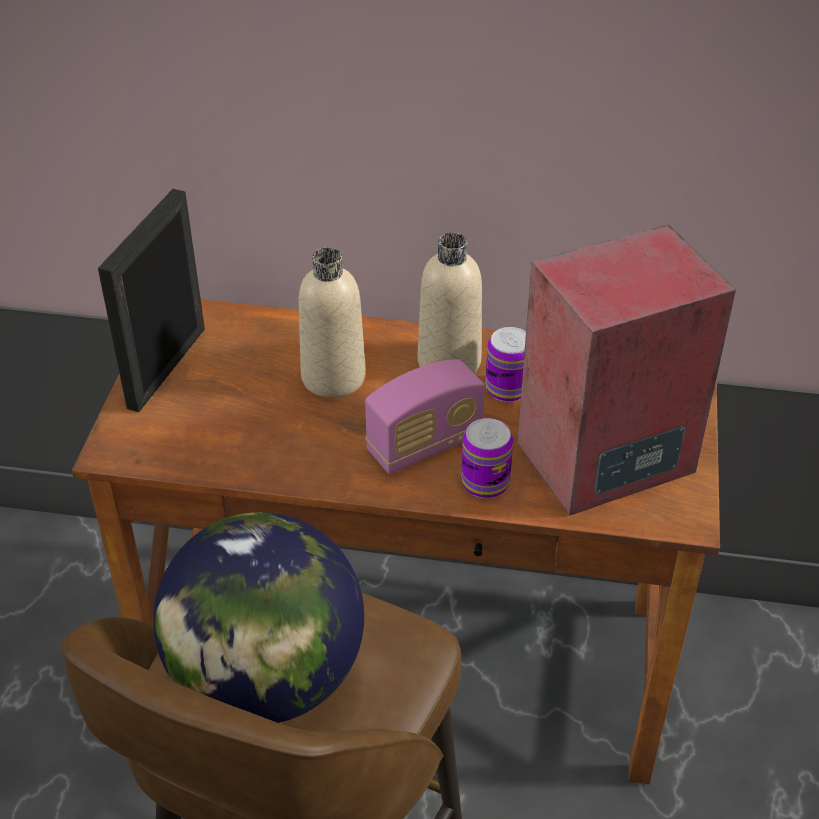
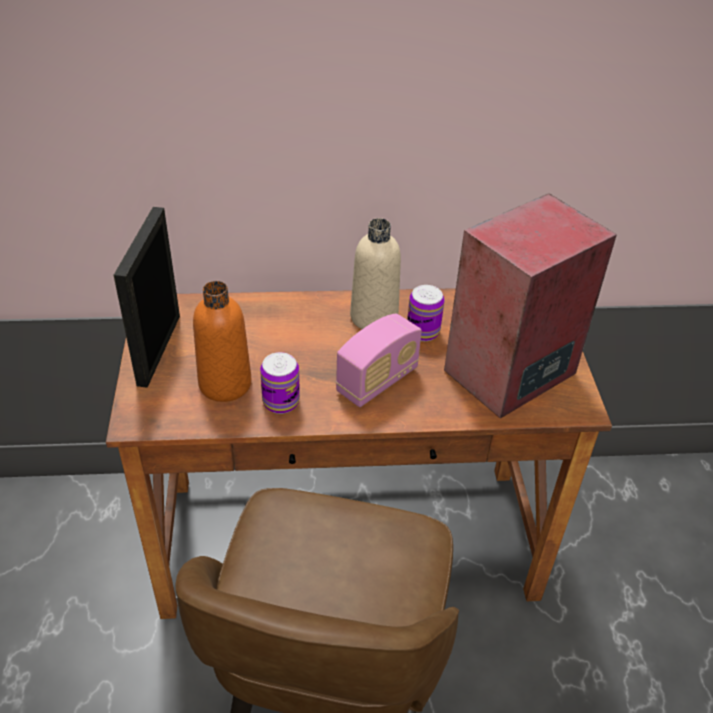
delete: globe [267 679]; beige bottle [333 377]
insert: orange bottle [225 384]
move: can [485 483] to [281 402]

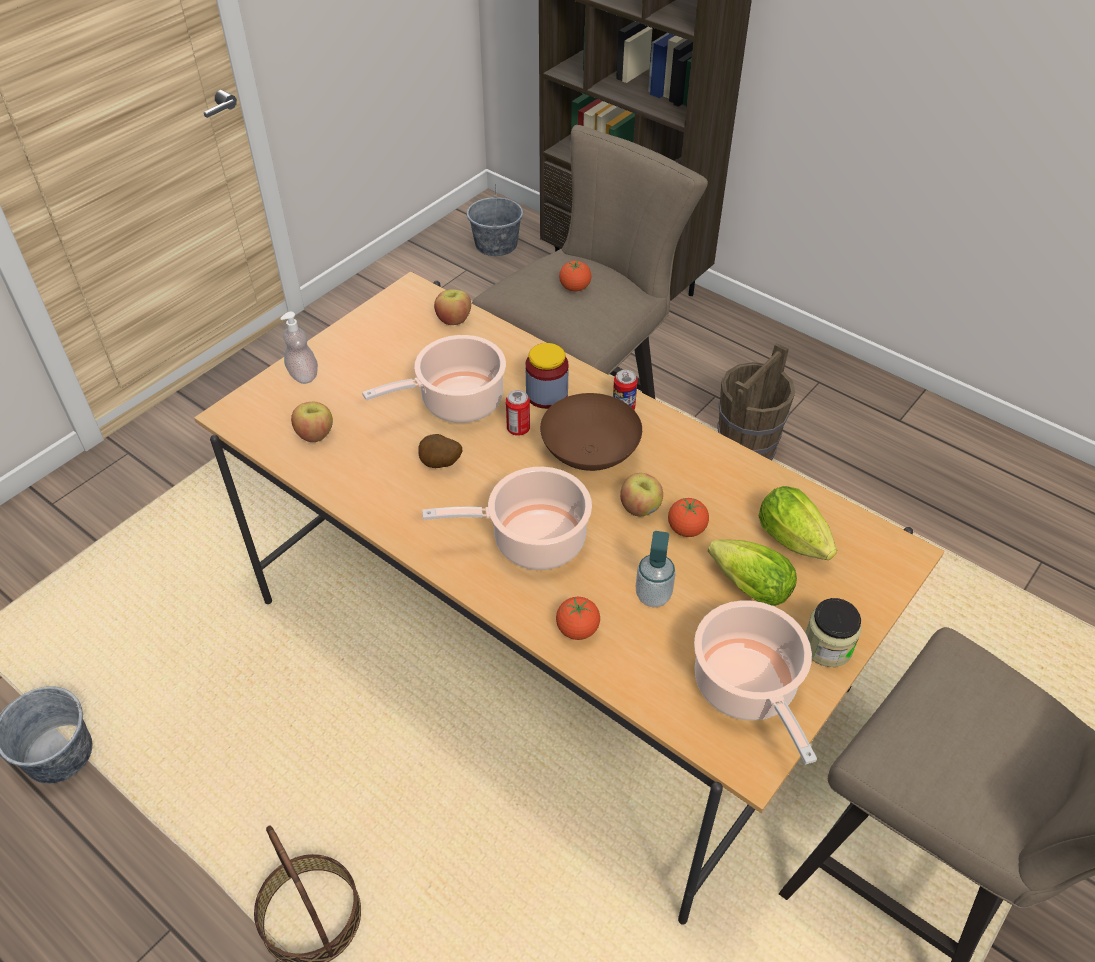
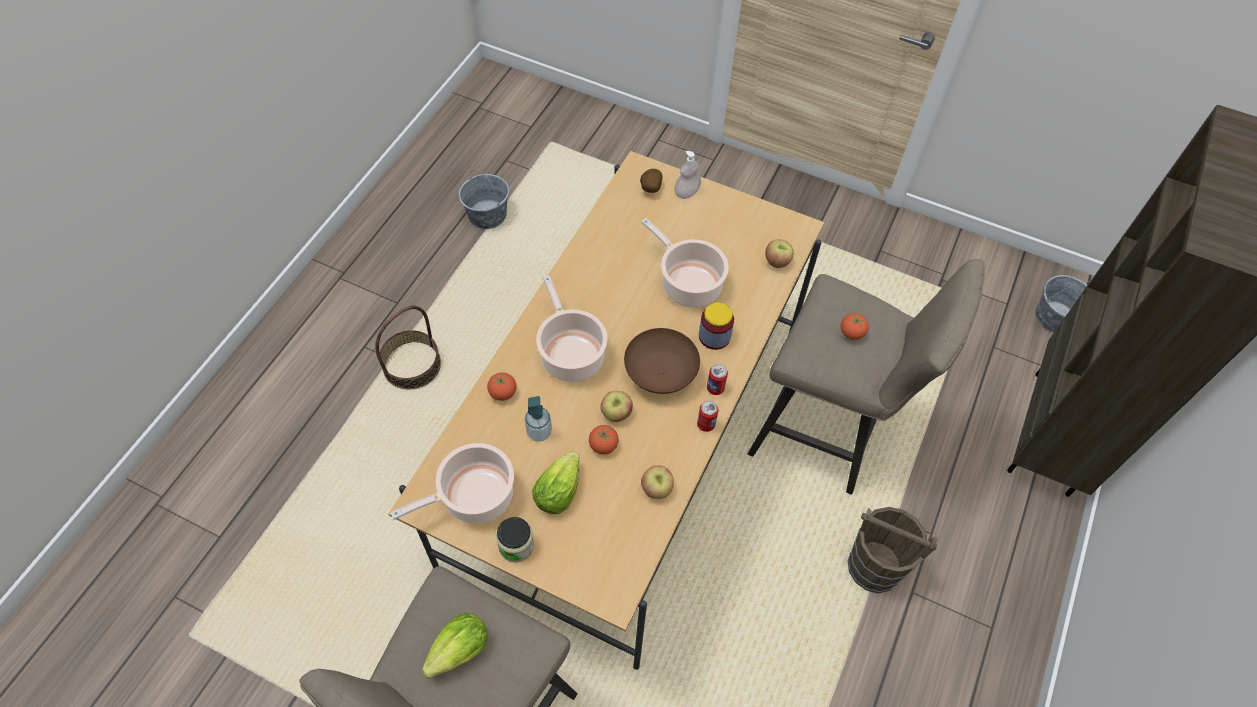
move: lettuce [796 543] to [456 653]; potato [440 465] to [650 189]; apple [315 434] to [656 489]; can [518 429] to [706 424]

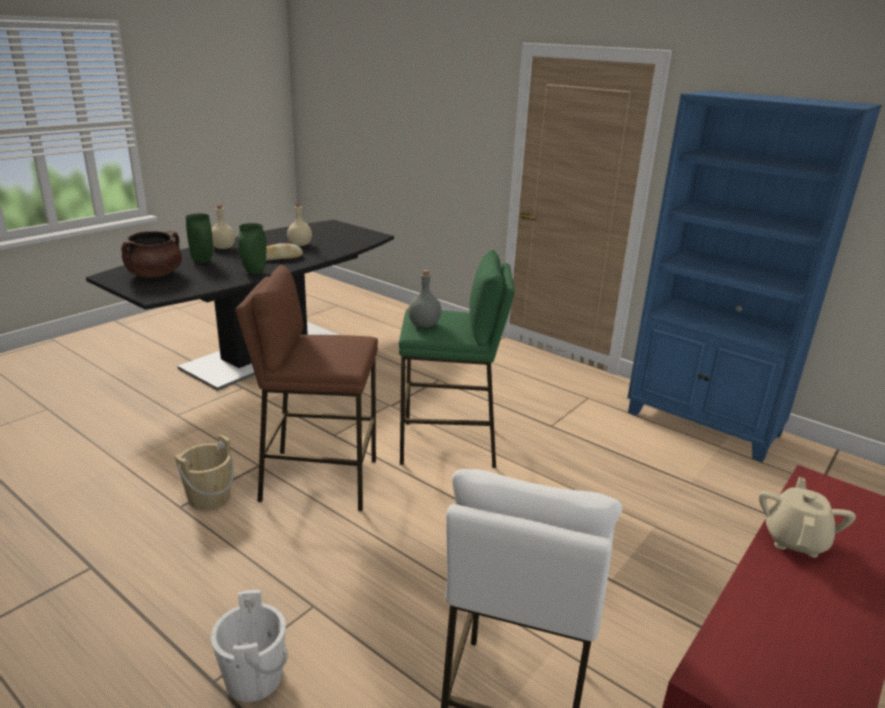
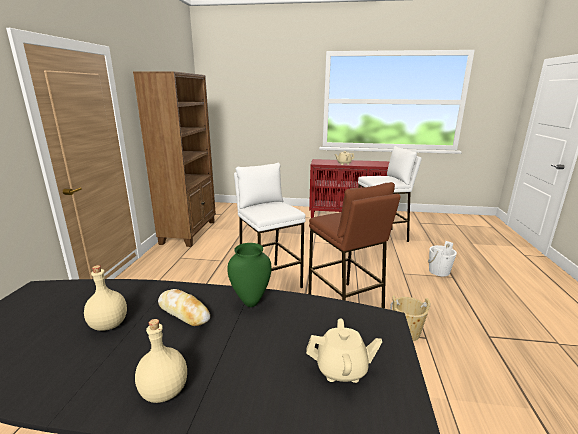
delete: green vase [202 261]; grey bottle [424 325]
replace: brown cooking pot [155 275] to beige teapot [342 369]
recolor: blue bookcase [703 424] to brown bookcase [189 232]; green stool [449 445] to white stool [269 280]

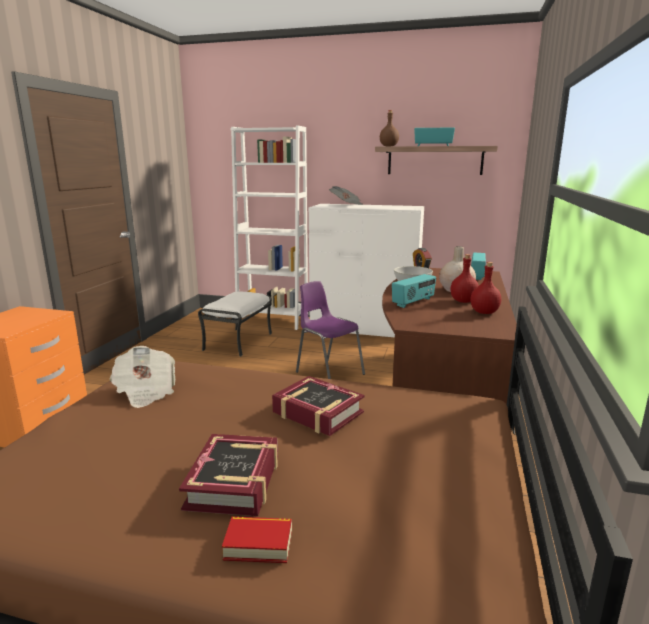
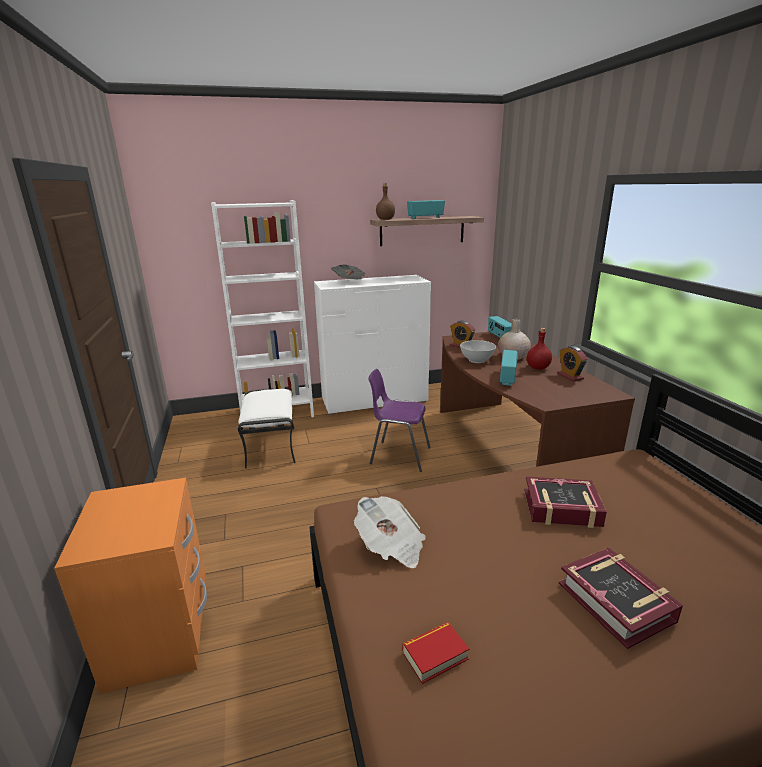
move: book [258 544] to [435 655]
replace: red bottle [484 312] to alarm clock [570 376]

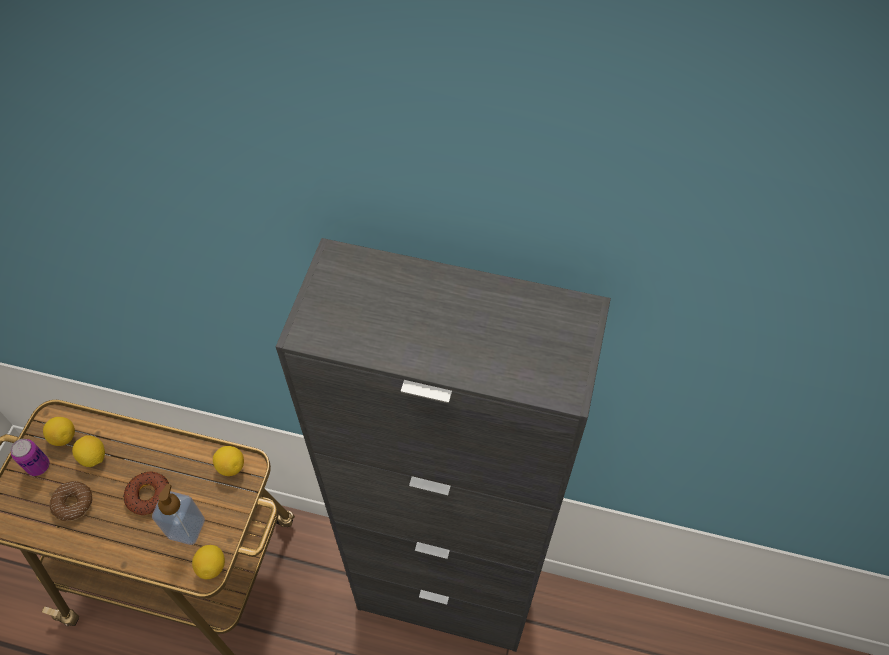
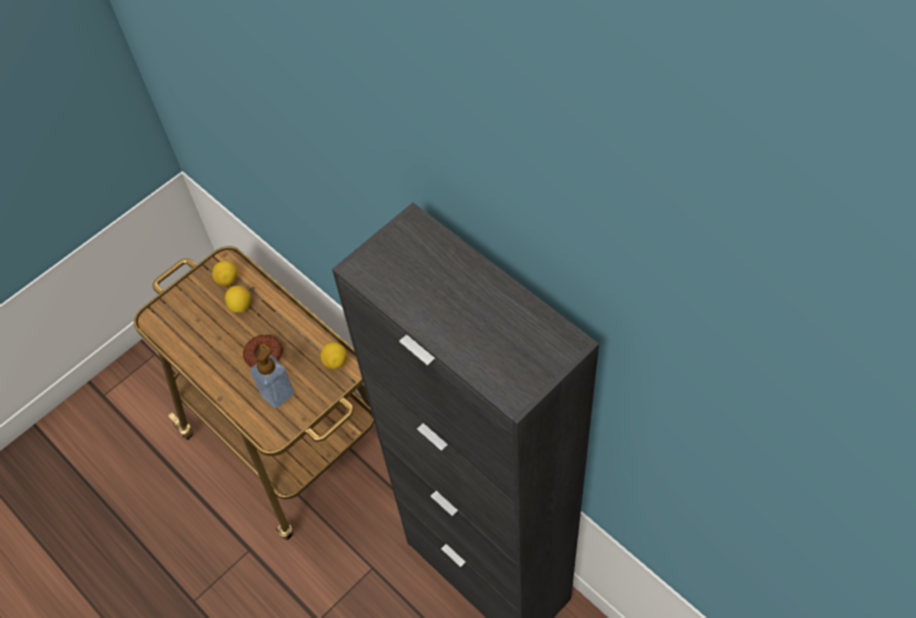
delete: can [38 466]; donut [73 503]; lemon [212 566]

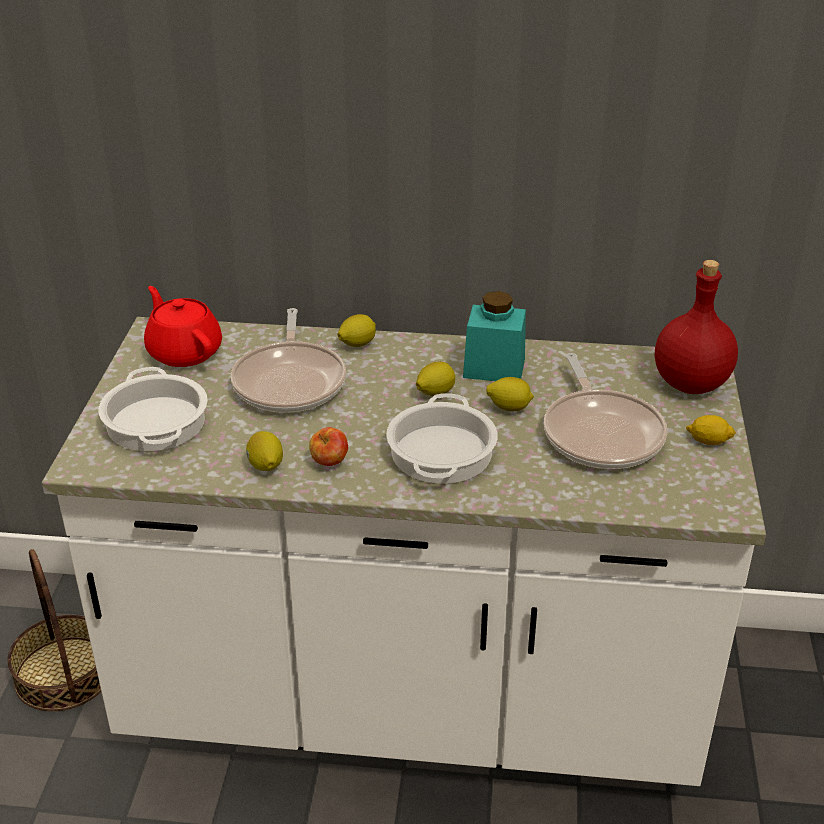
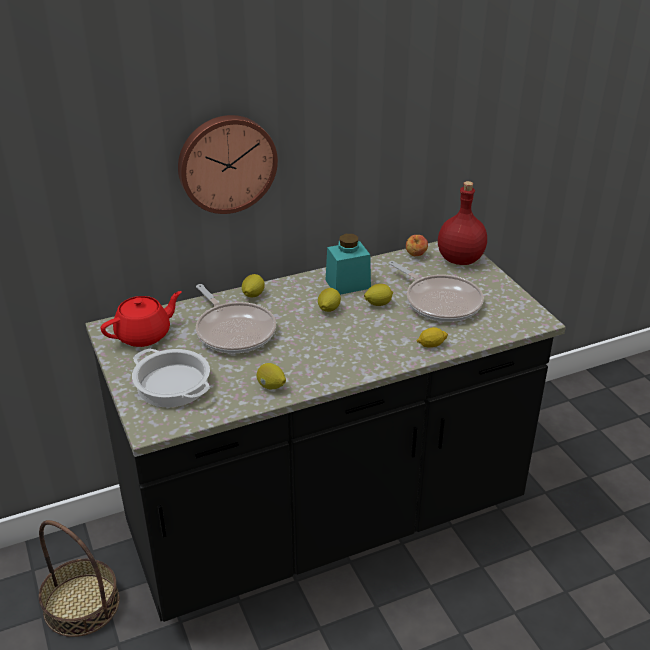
delete: cooking pot [442 453]
insert: wall clock [226 163]
move: apple [330 463] to [416 255]; lemon [708 441] to [431 345]
recolor: white counter [412 699] to black counter [325 520]
rotate: red teapot [184 352] = [144 335] 120 degrees clockwise

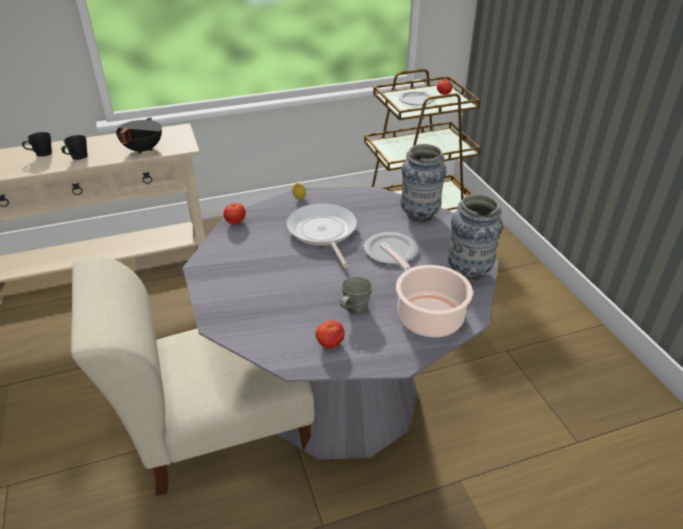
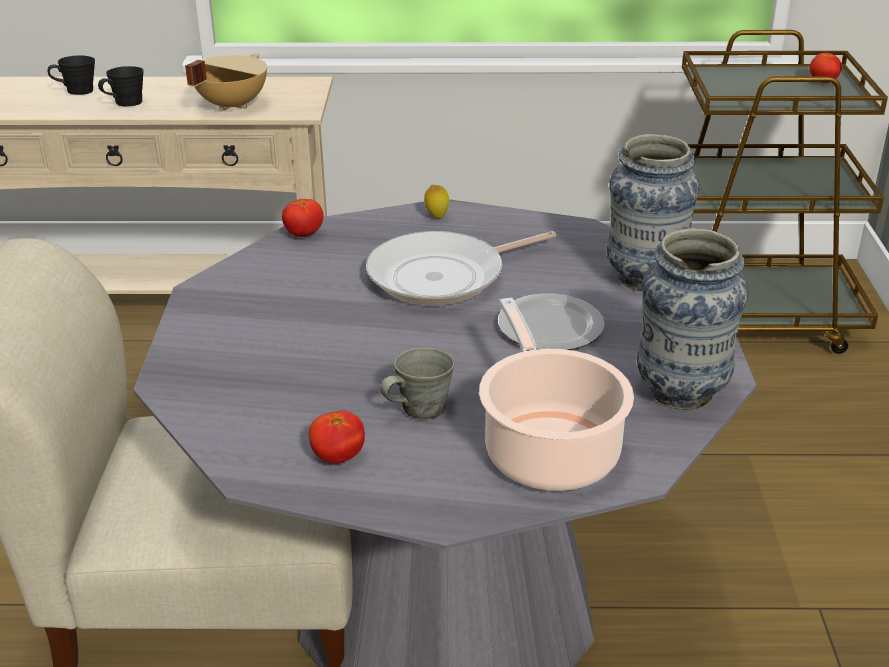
delete: plate [415 100]
recolor: black cooking pot [142 149] to beige cooking pot [230 105]
rotate: frying pan [323 232] = [443 276] 120 degrees counterclockwise

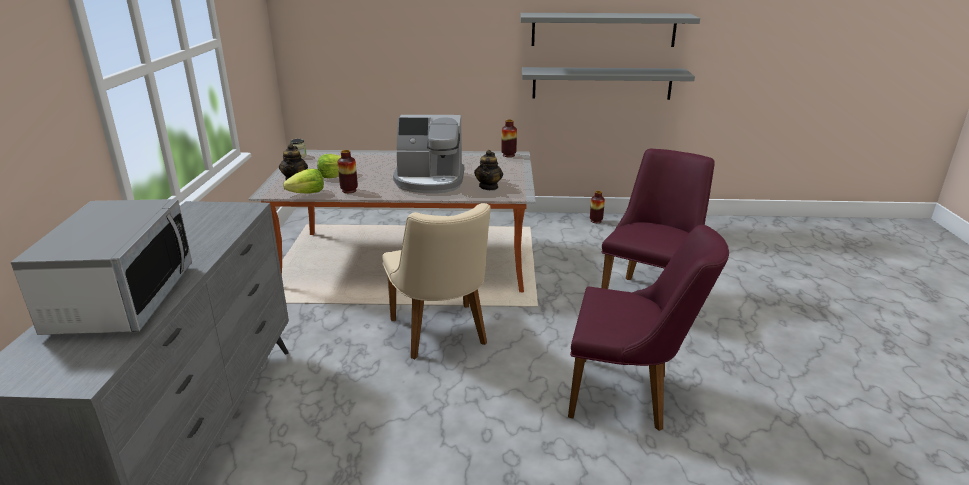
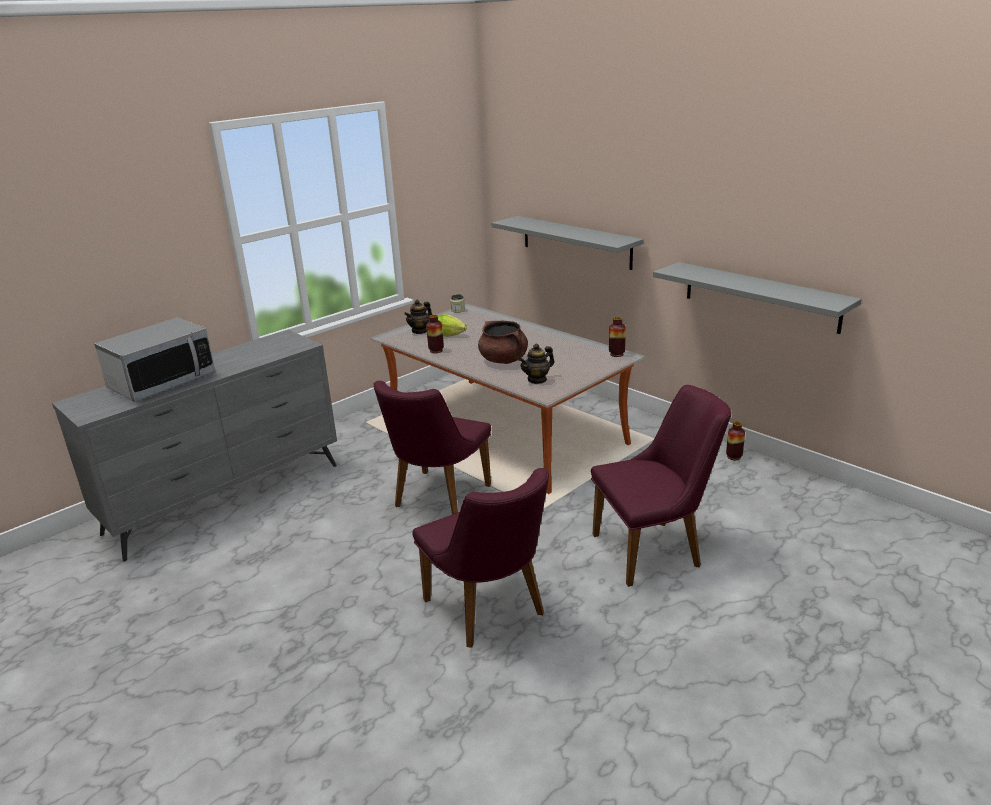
delete: lettuce [307 193]
move: grey shelf [603 29] to [576 242]
replace: coffee machine [430 181] to brown cooking pot [504 360]
recolor: beige chair [442 336] to purple chair [436 499]

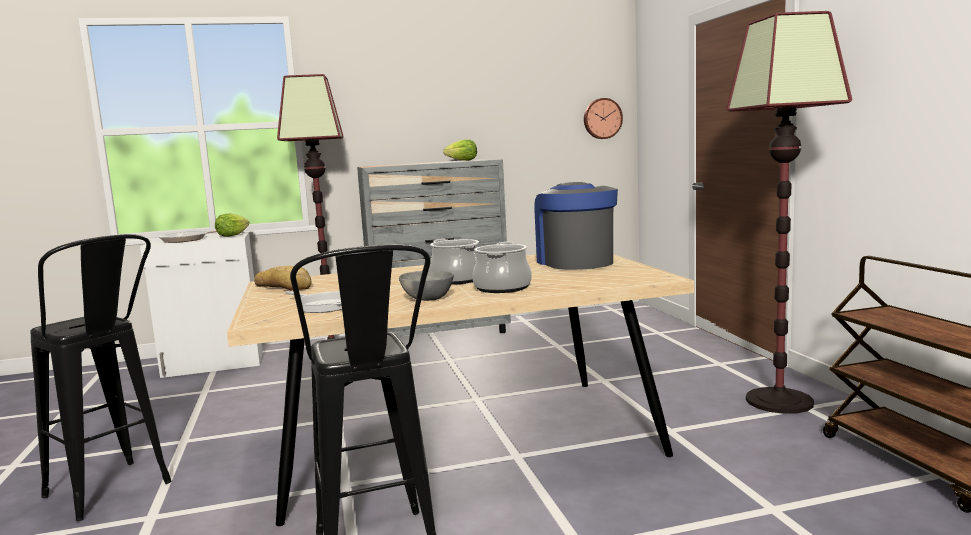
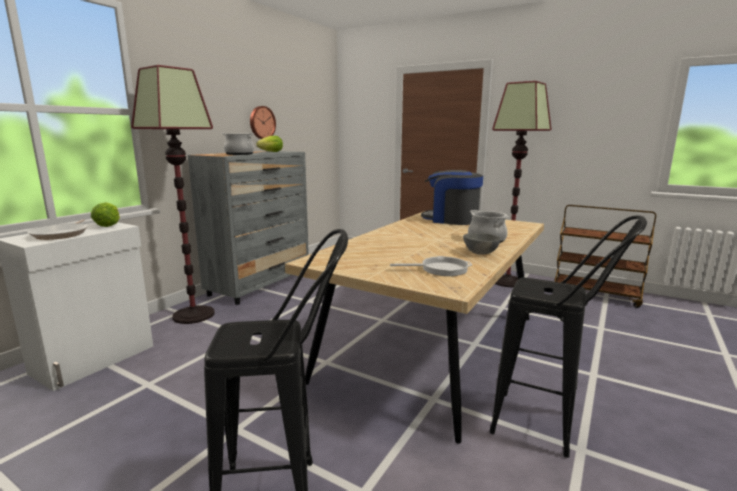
delete: bread [283 287]
move: cooking pot [456 280] to [239 154]; wall clock [602 118] to [261 122]

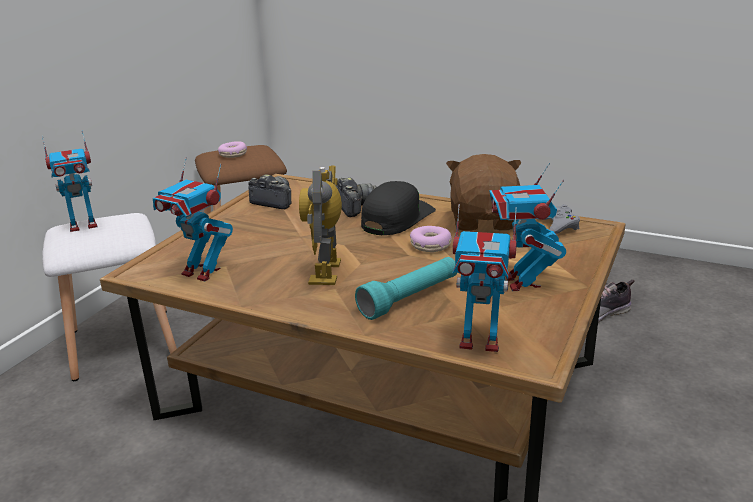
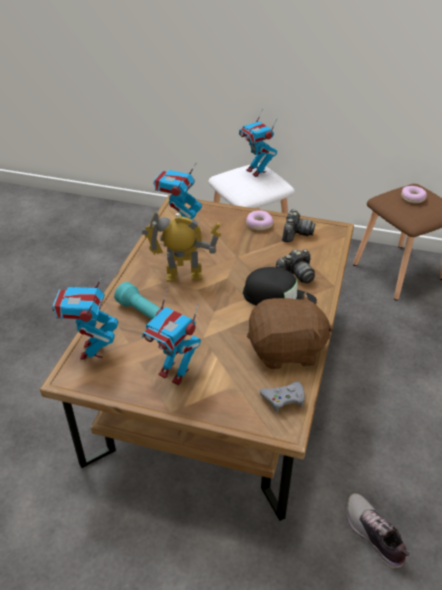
move: donut [430 245] to [258 224]
rotate: toy robot [522 282] = [174 373] 135 degrees counterclockwise

